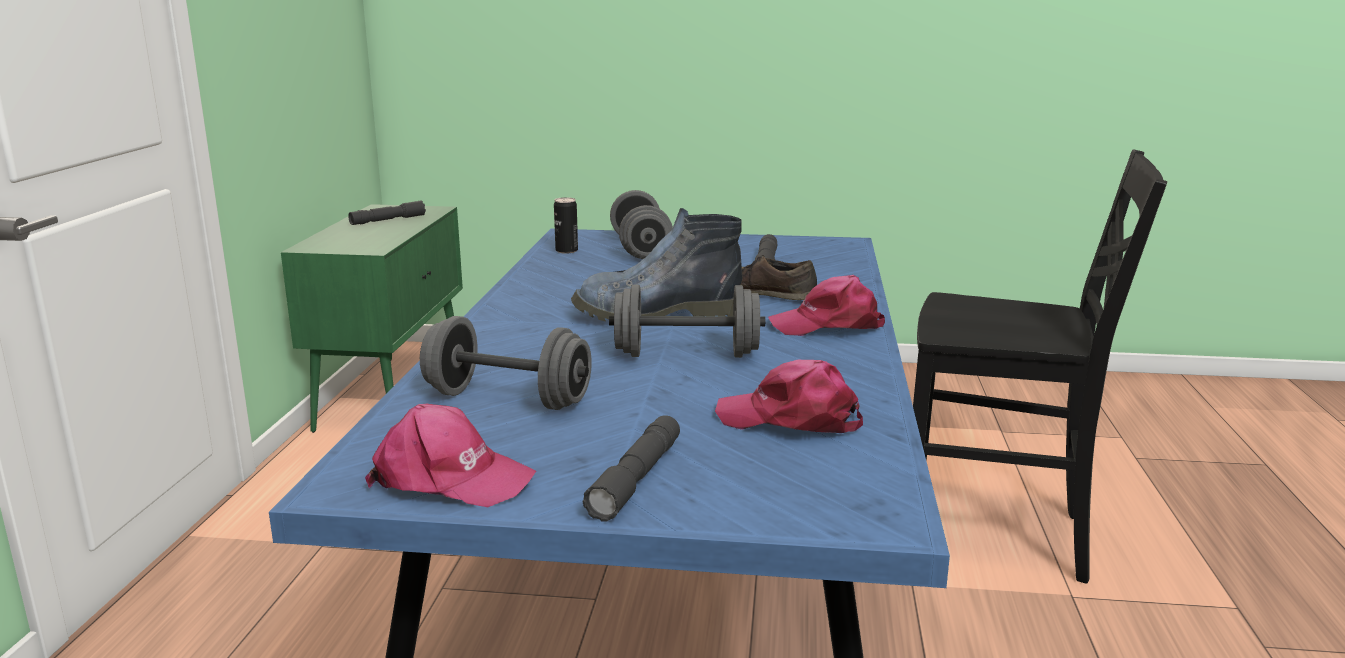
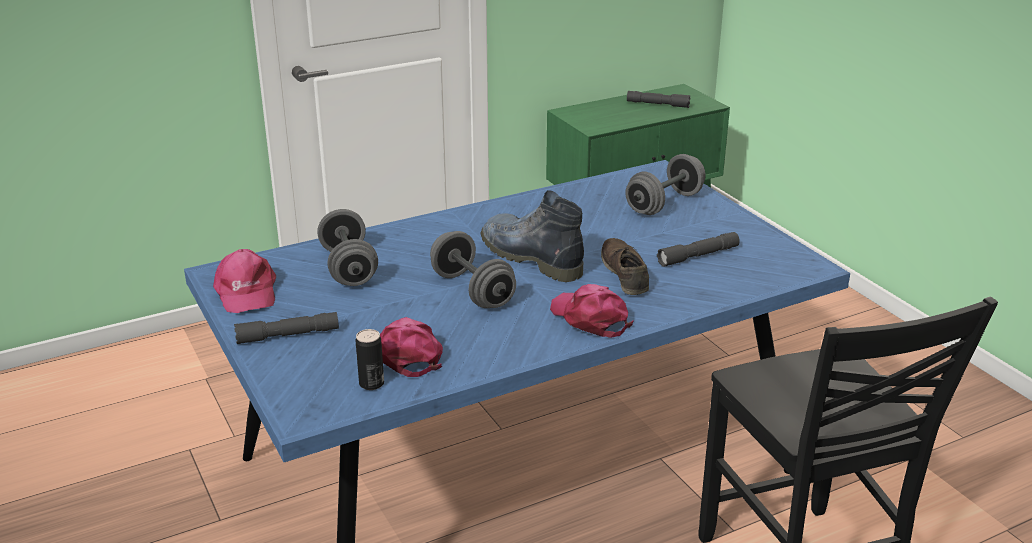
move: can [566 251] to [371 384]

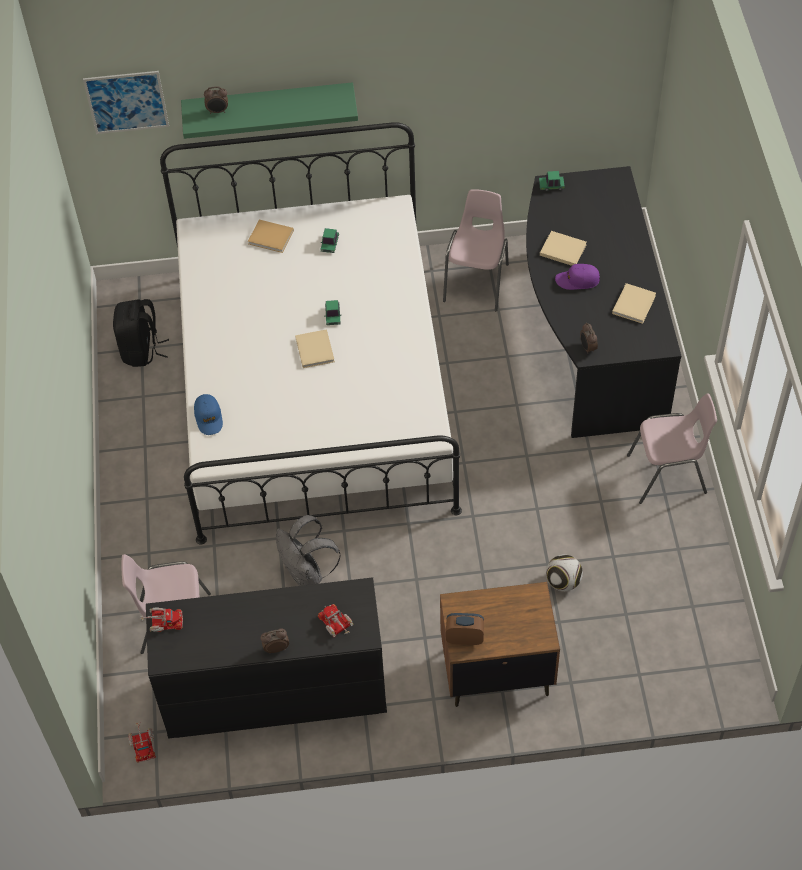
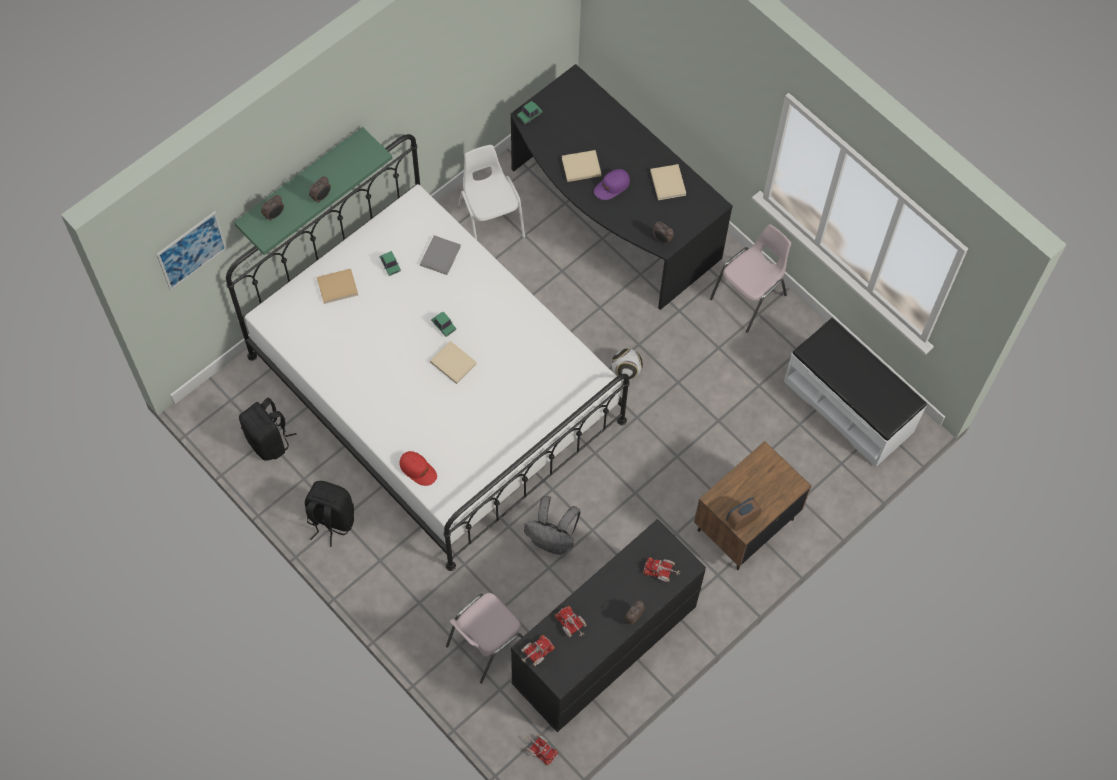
insert: black backpack [330 520]; alarm clock [321 197]; grey book [441 255]; toy truck [572 624]; white bench [849 406]
move: football [563 582] to [626 371]
recolor: blue cap [208 417] to red cap [418 470]; pink chair [477 282] to white chair [491 221]

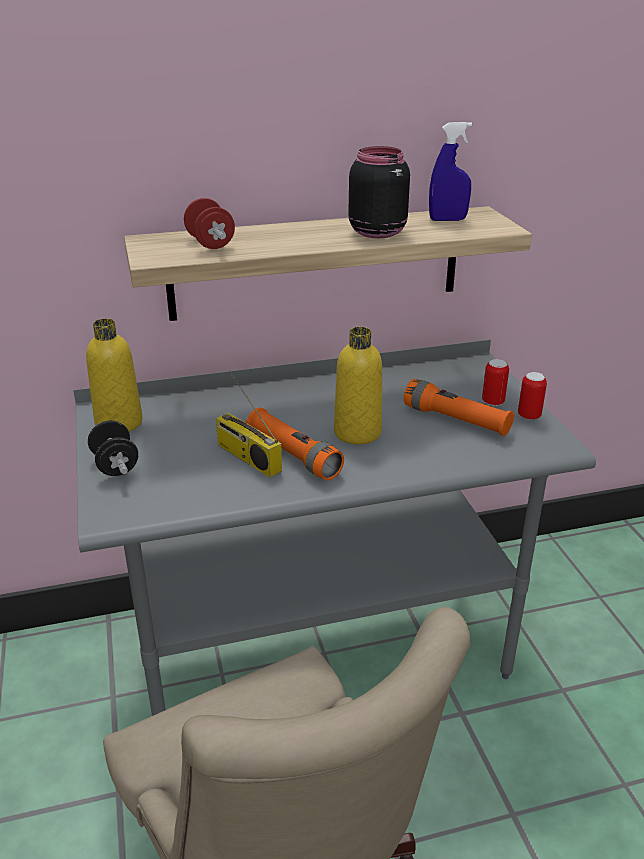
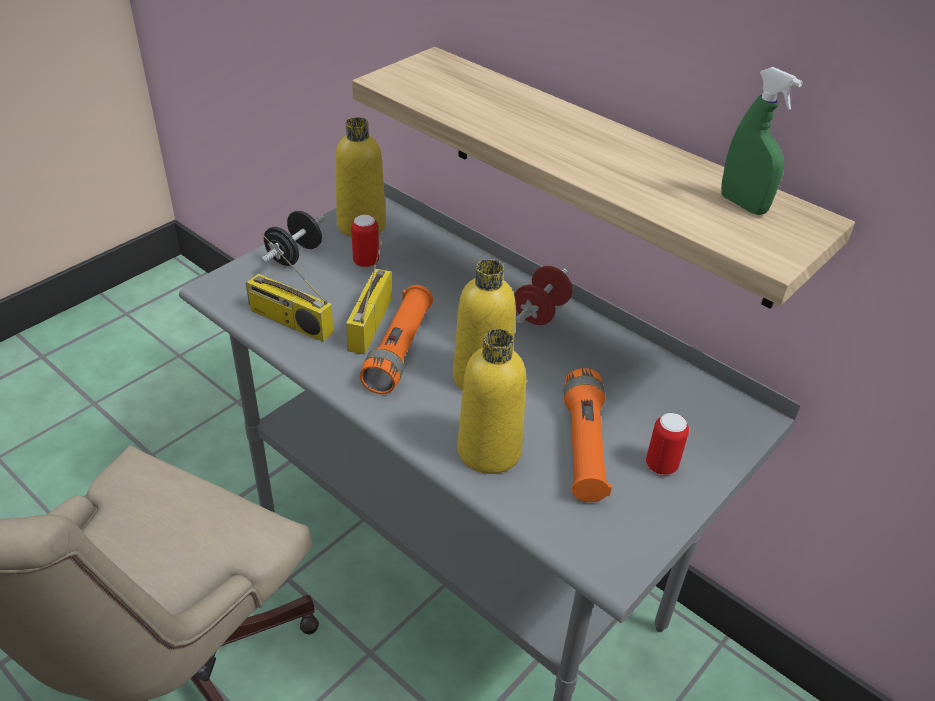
delete: black jar [377 232]
insert: radio [289 321]; yellow bottle [489 451]
move: can [529 416] to [366 262]; red dumbbell [210 243] to [541 313]
recolor: blue spray bottle [447 220] to green spray bottle [743 204]

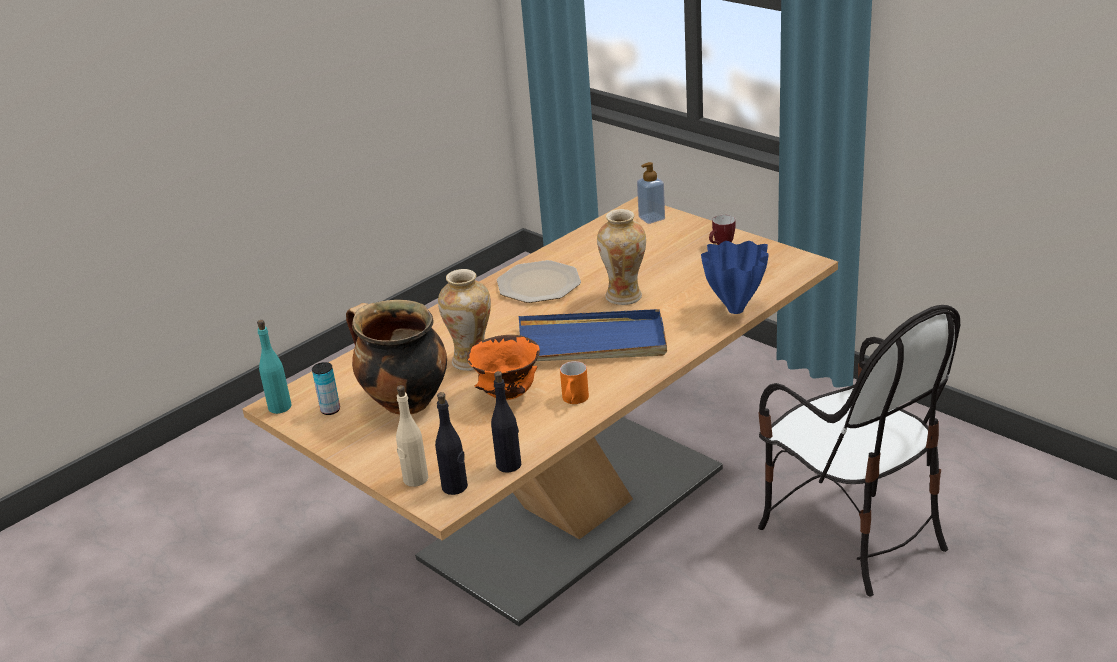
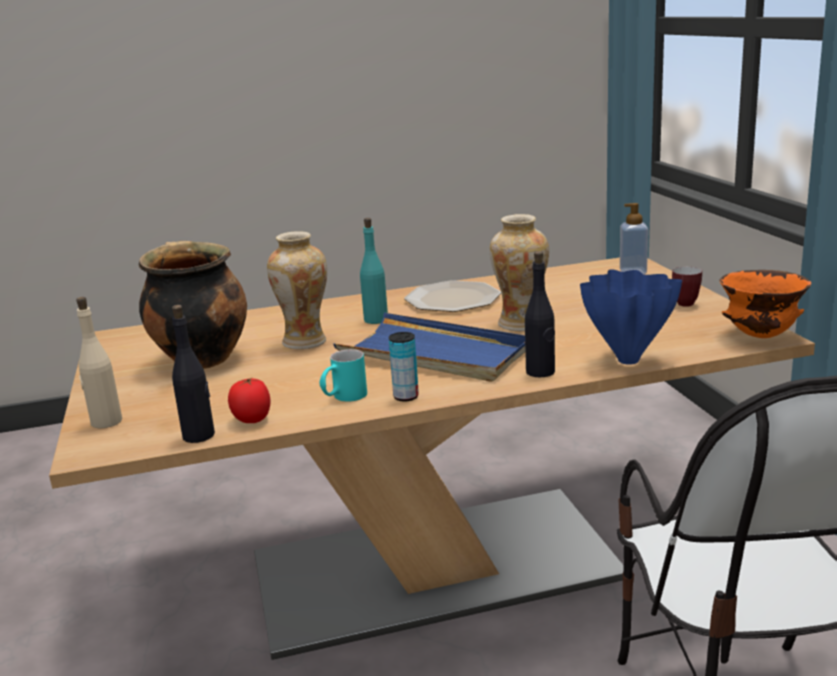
insert: tomato [252 420]
move: turquoise bottle [280 407] to [376 320]; can [330 410] to [406 397]; black bottle [455 487] to [540 372]; orange bowl [507 395] to [759 336]
recolor: orange mug [574 401] to turquoise mug [344 398]

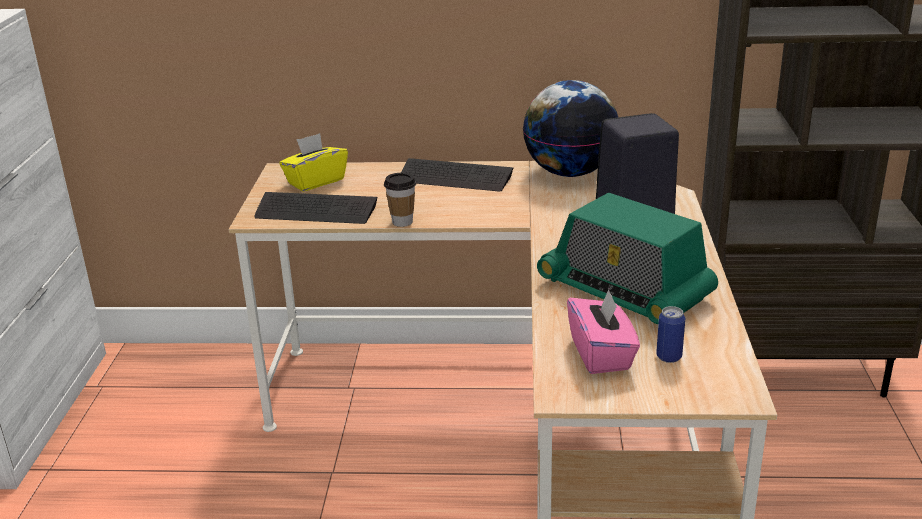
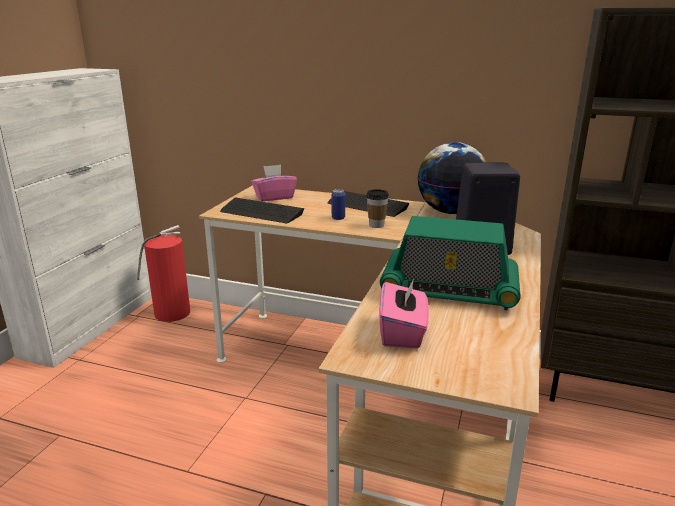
insert: fire extinguisher [170 313]
move: can [669 357] to [338 218]; cup [402 222] to [376 225]
recolor: yellow tissue box [315 181] to pink tissue box [274 197]
rotate: radio [625 290] = [449 290] 45 degrees counterclockwise

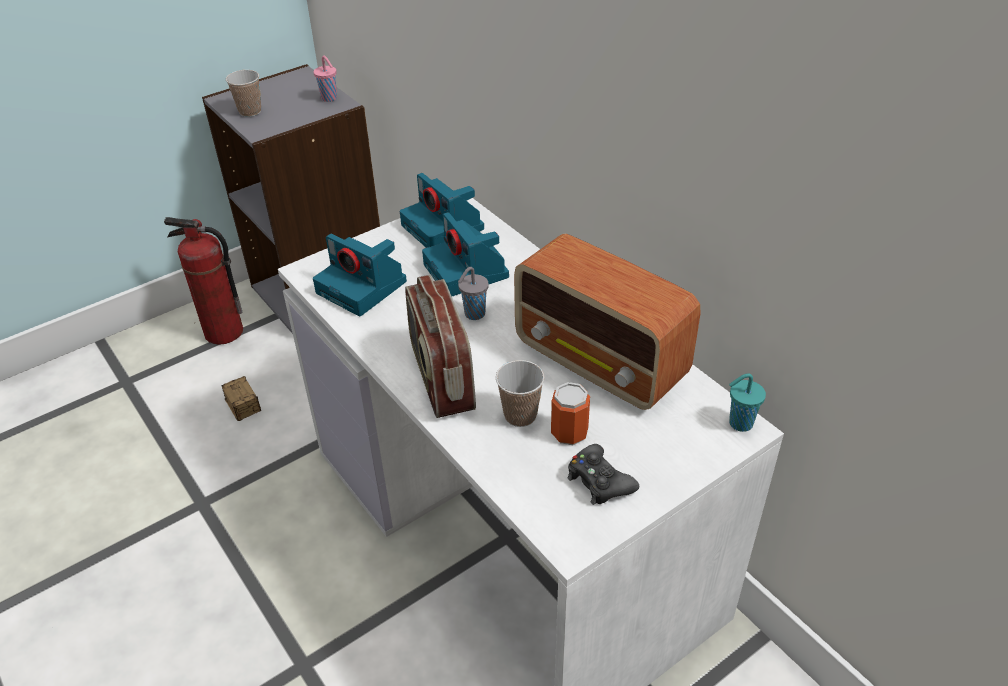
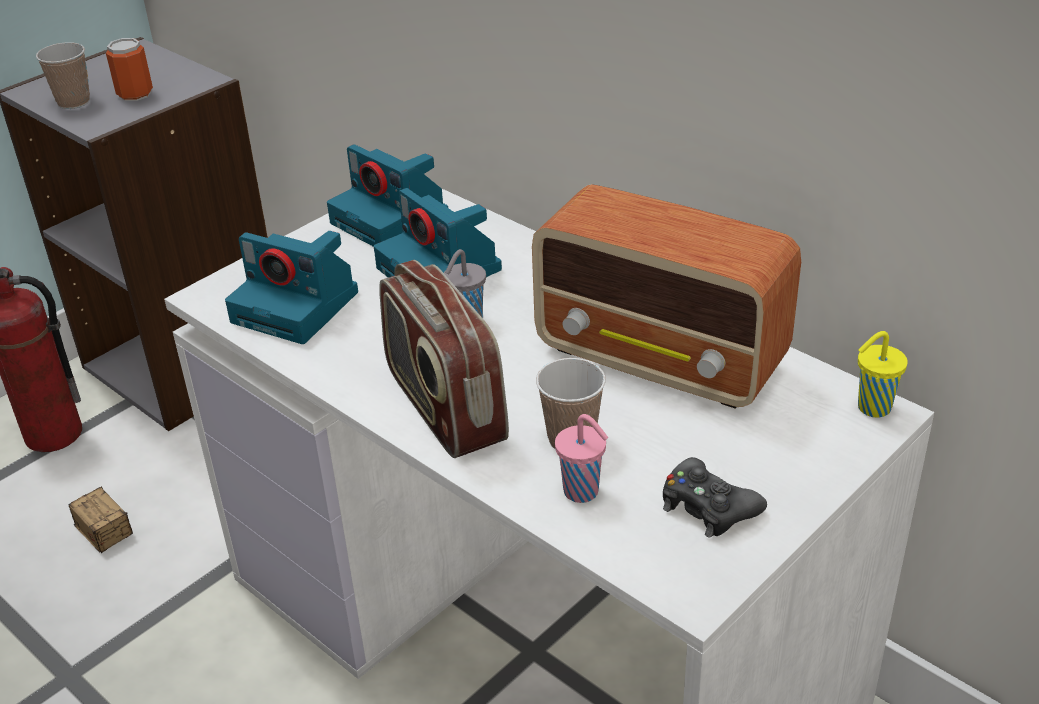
move: can [569 433] to [135 94]; pink cup [330 98] to [583 492]
recolor: turquoise cup [739 423] to yellow cup [872 408]

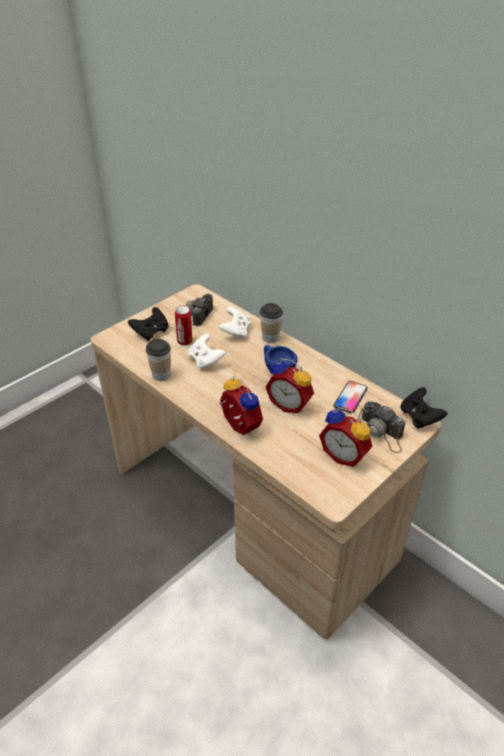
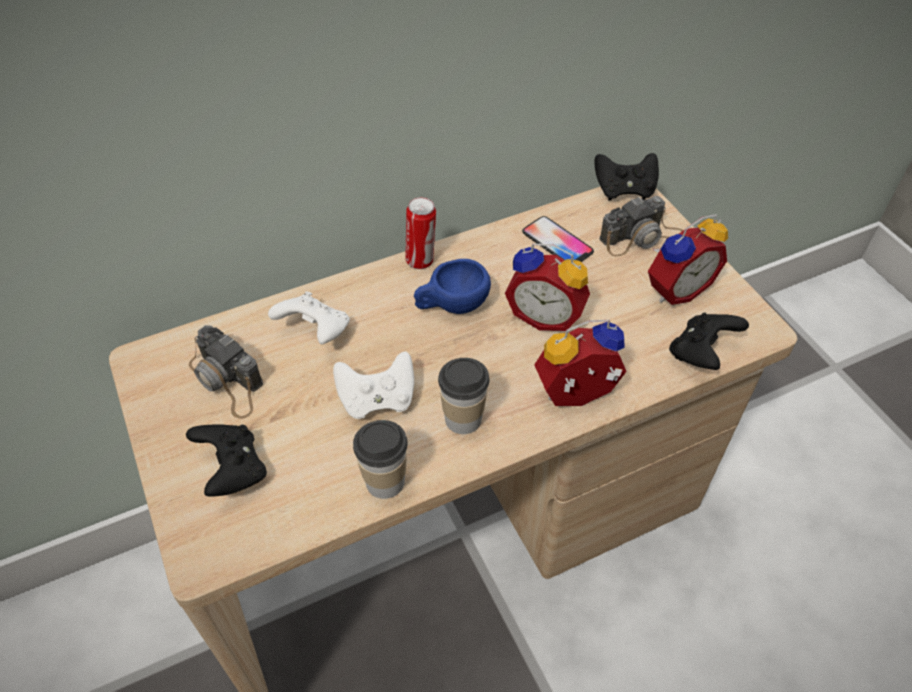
insert: black game controller [701 353]
move: can [185 341] to [421 260]; cup [270 337] to [463 419]
rotate: alarm clock [290 404] = [546 315] 60 degrees clockwise

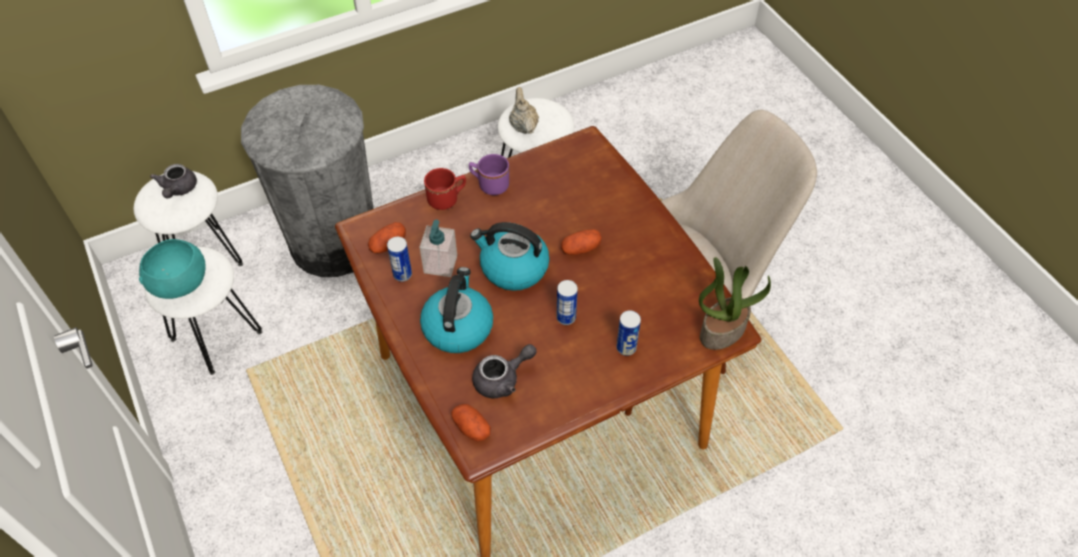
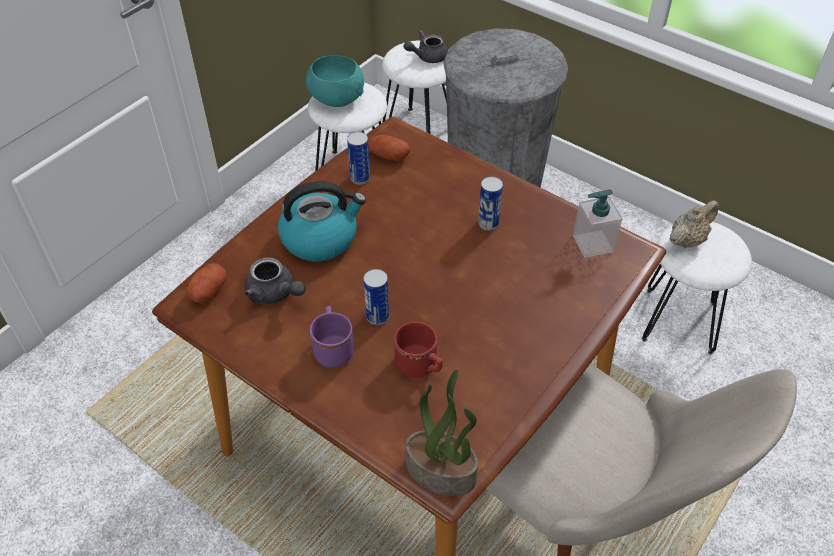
delete: kettle [513 268]; potato [580 249]
move: purple mug [489 184] to [333 348]; red mug [447 199] to [420 367]; can [626 348] to [488 224]; soap dispenser [440 264] to [592 244]

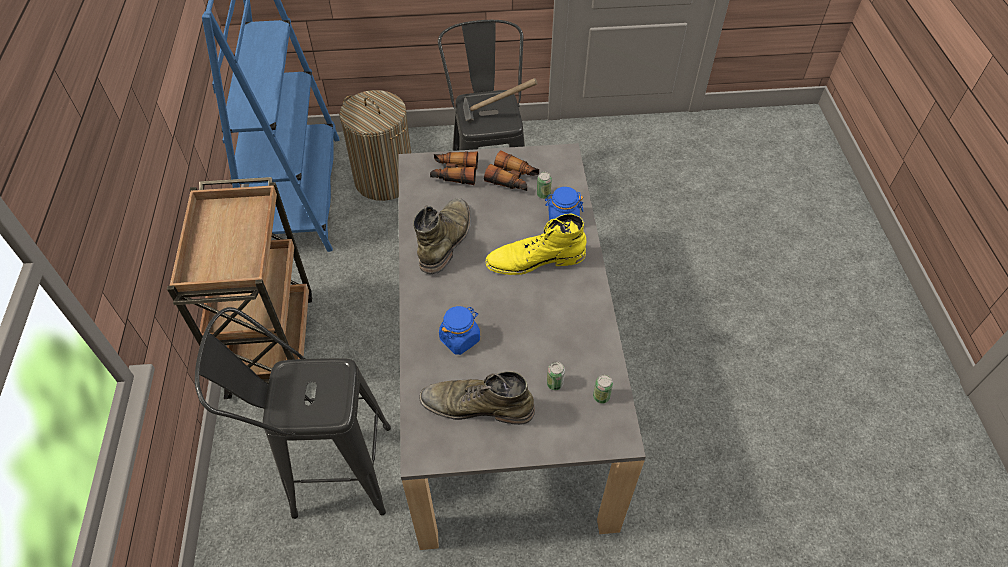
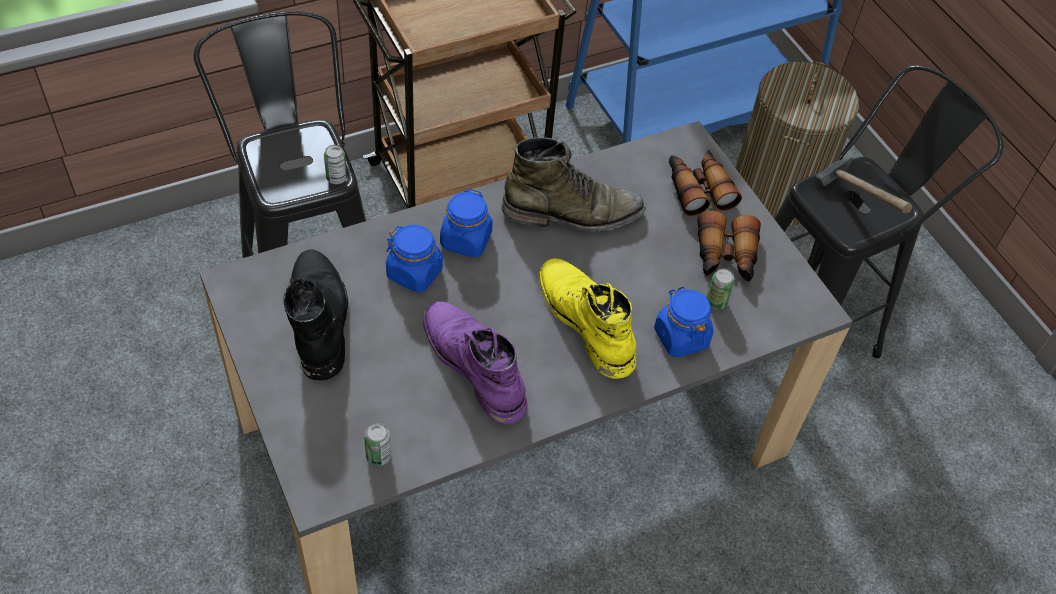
insert: purple boot [474 365]; blue jar [466 240]
move: can [555 384] to [336 178]
recolor: green boot [477 406] to black boot [319 318]

